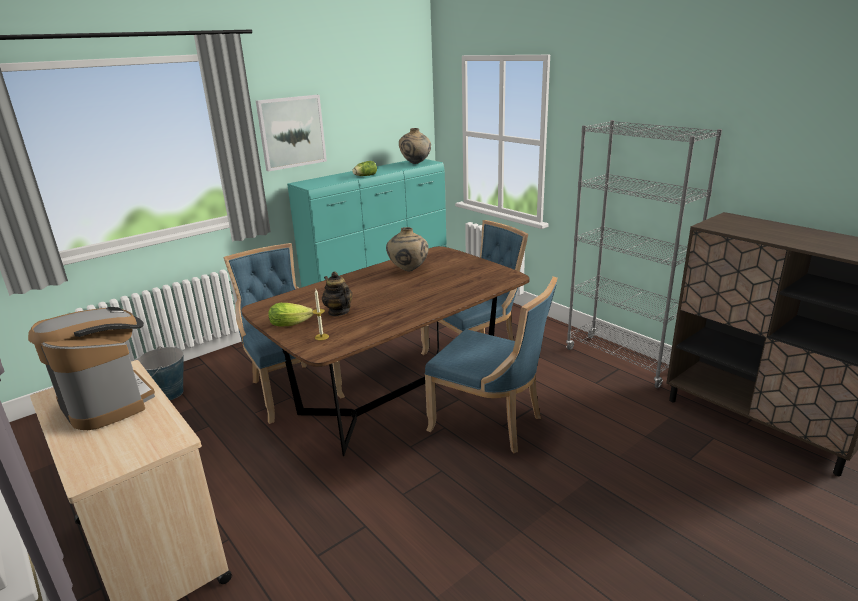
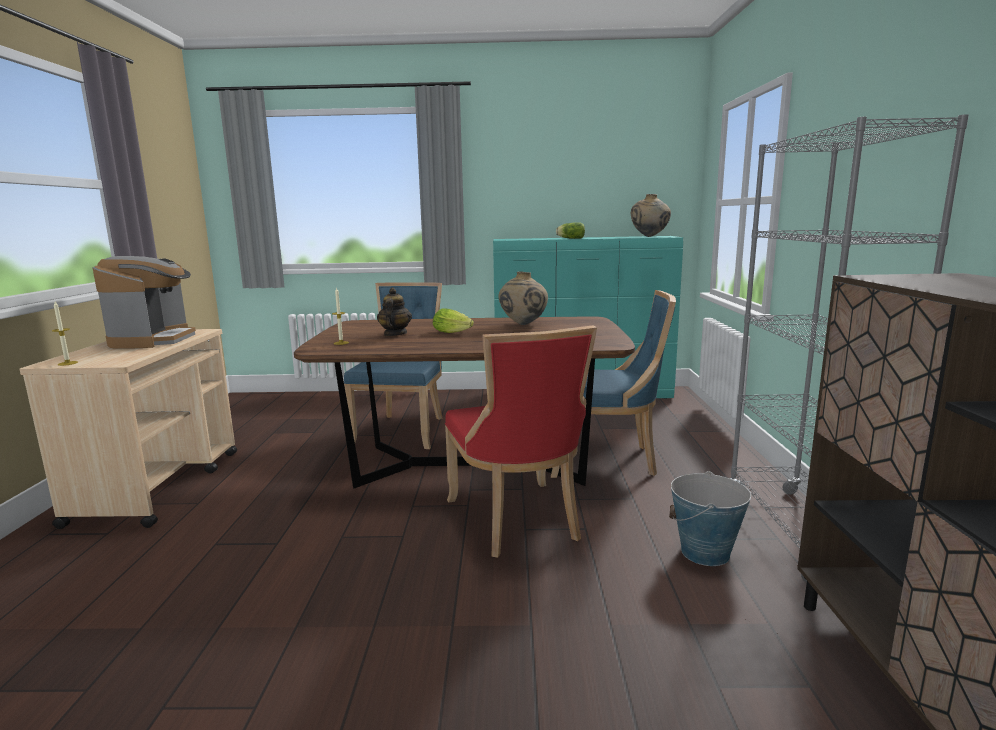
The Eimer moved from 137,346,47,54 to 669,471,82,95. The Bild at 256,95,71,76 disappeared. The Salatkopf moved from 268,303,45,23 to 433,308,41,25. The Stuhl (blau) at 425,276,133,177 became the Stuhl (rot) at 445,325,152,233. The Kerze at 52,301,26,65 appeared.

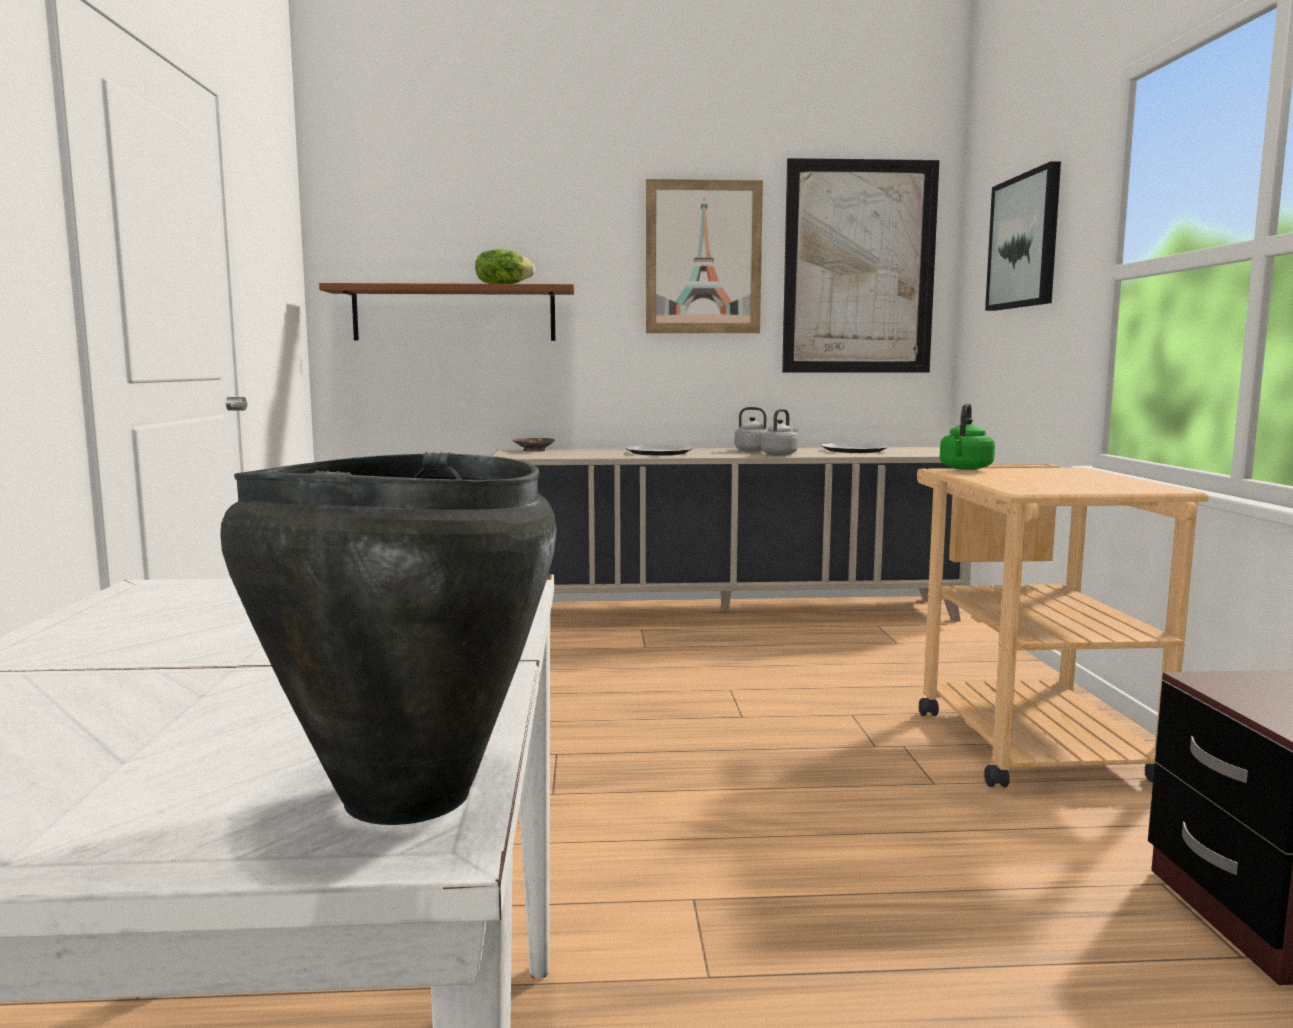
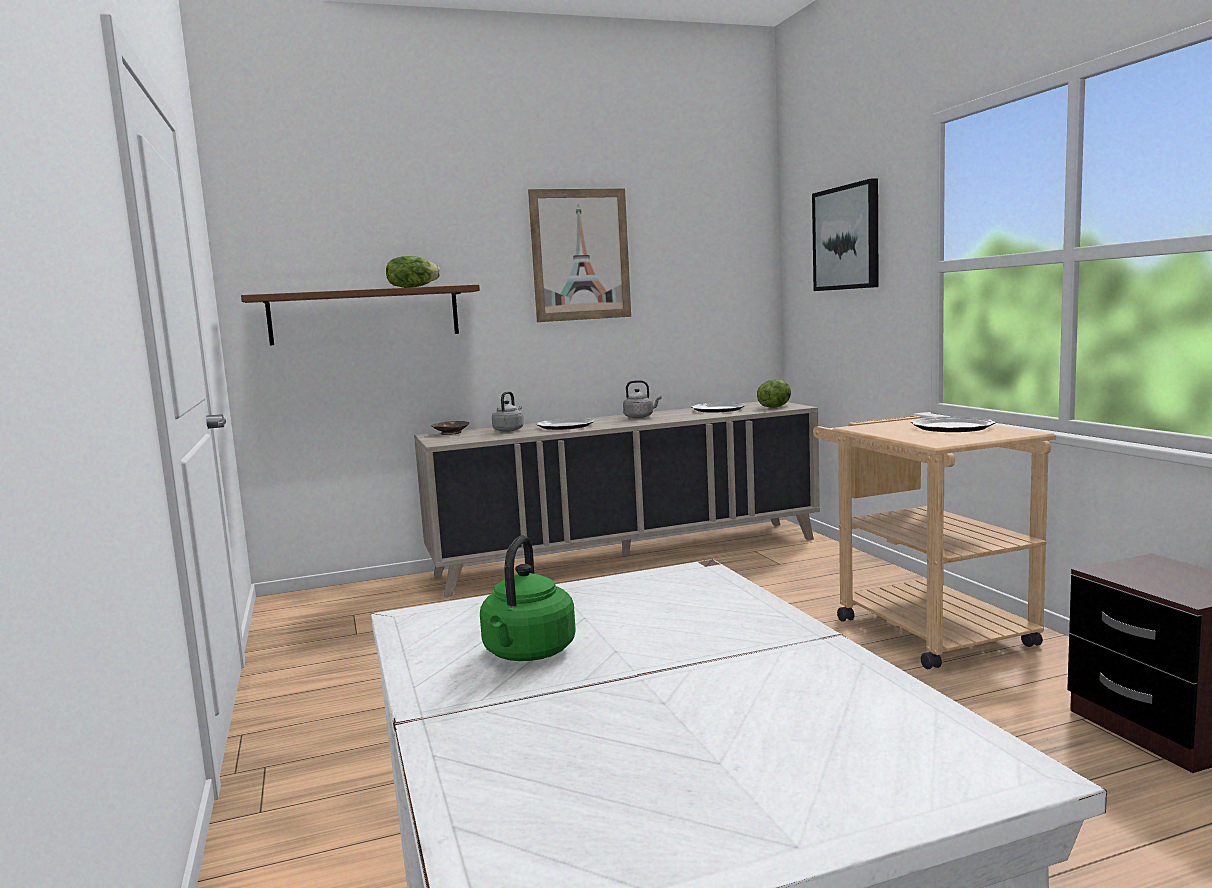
The Kochtopf (schwarz) at 220,452,337,373 disappeared. The Wasserkessel (grau) moved from 761,409,37,47 to 492,391,32,41. The Bild at 782,158,158,215 disappeared. The Wasserkessel (grün) moved from 940,403,55,67 to 480,535,96,126. The Salatkopf at 757,379,34,29 appeared. The Teller at 911,416,85,16 appeared.

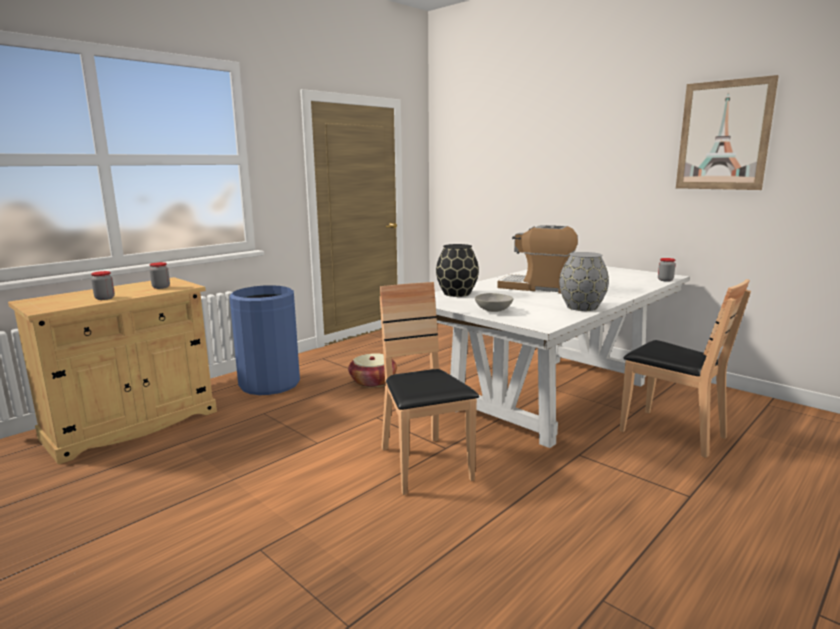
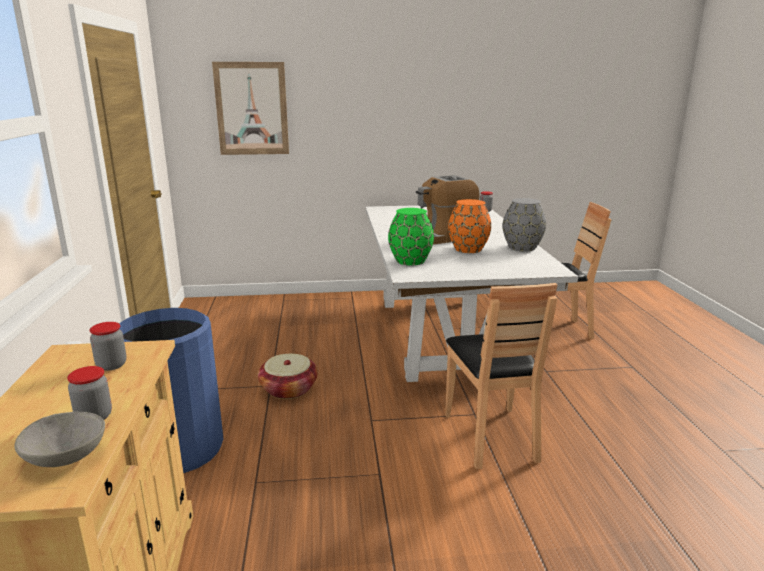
The Stuhl (braun) at 380,282,99,213 turned 120 degrees counterclockwise. The Vase (schwarz) at 436,244,43,53 became the Vase (grün) at 388,208,46,58. The Schüssel (grau) moved from 475,293,38,19 to 14,412,91,55. The Bild moved from 676,75,103,115 to 212,62,77,93. The Vase (orange) at 448,199,43,54 appeared.

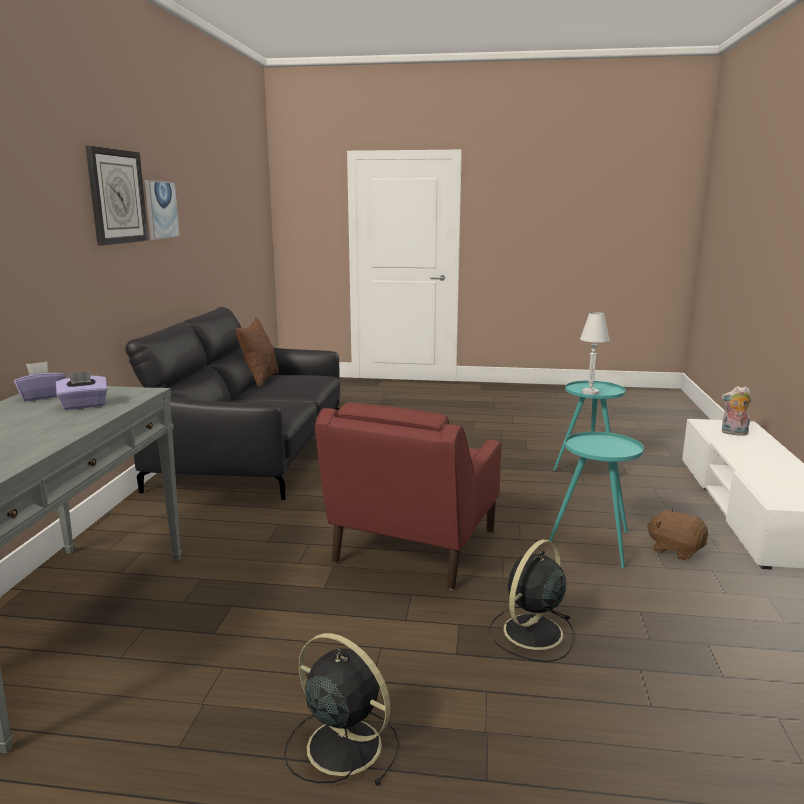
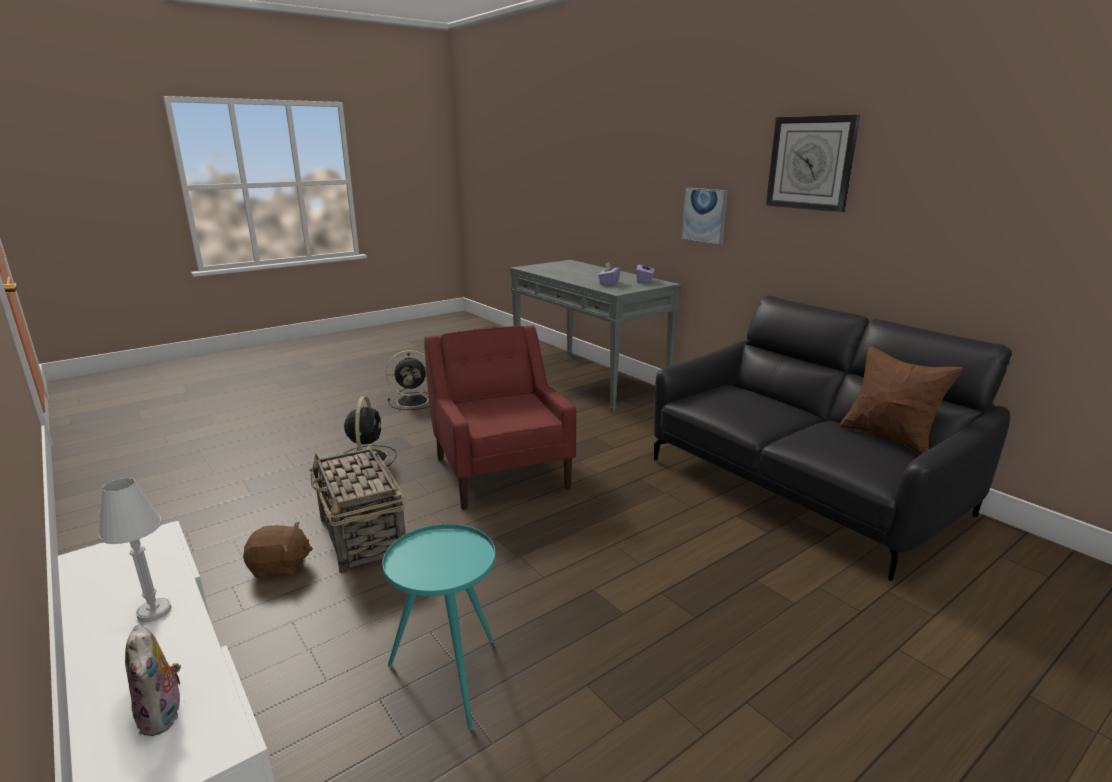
The Bild moved from 145,180,35,60 to 681,187,47,58. The Beistelltisch (türkis) at 549,432,95,136 was replaced by the Korb at 309,448,97,125. The Tischlampe (weiß) moved from 580,312,30,83 to 99,478,72,144. The Plüschtier at 721,386,31,50 turned 90 degrees clockwise.

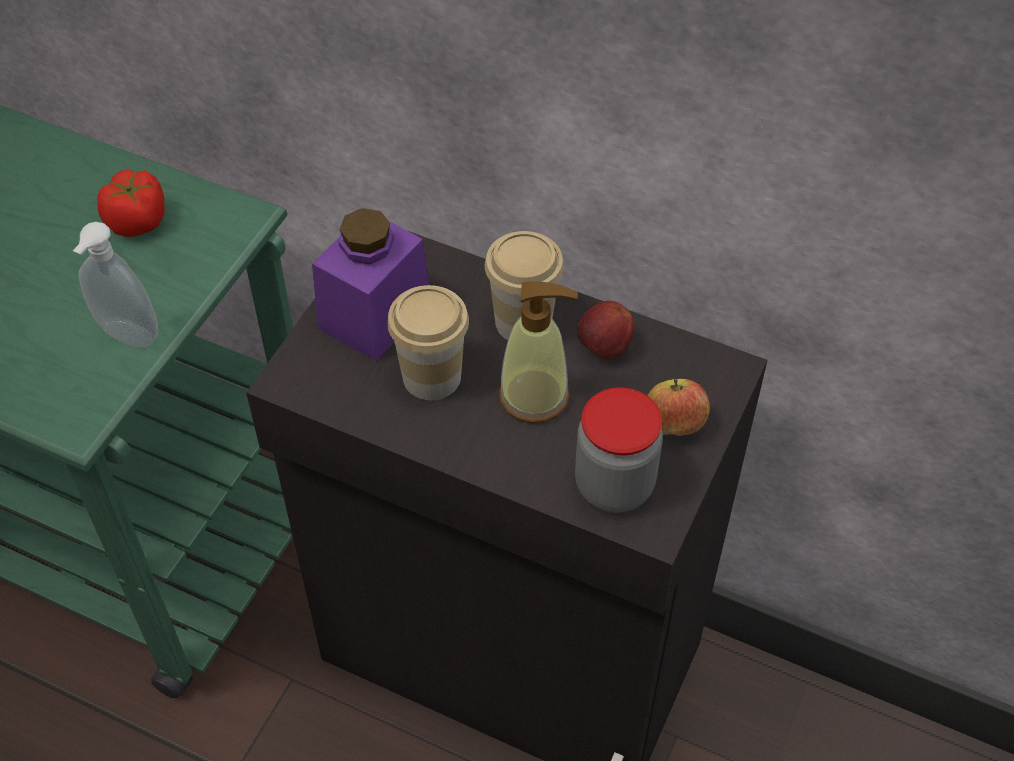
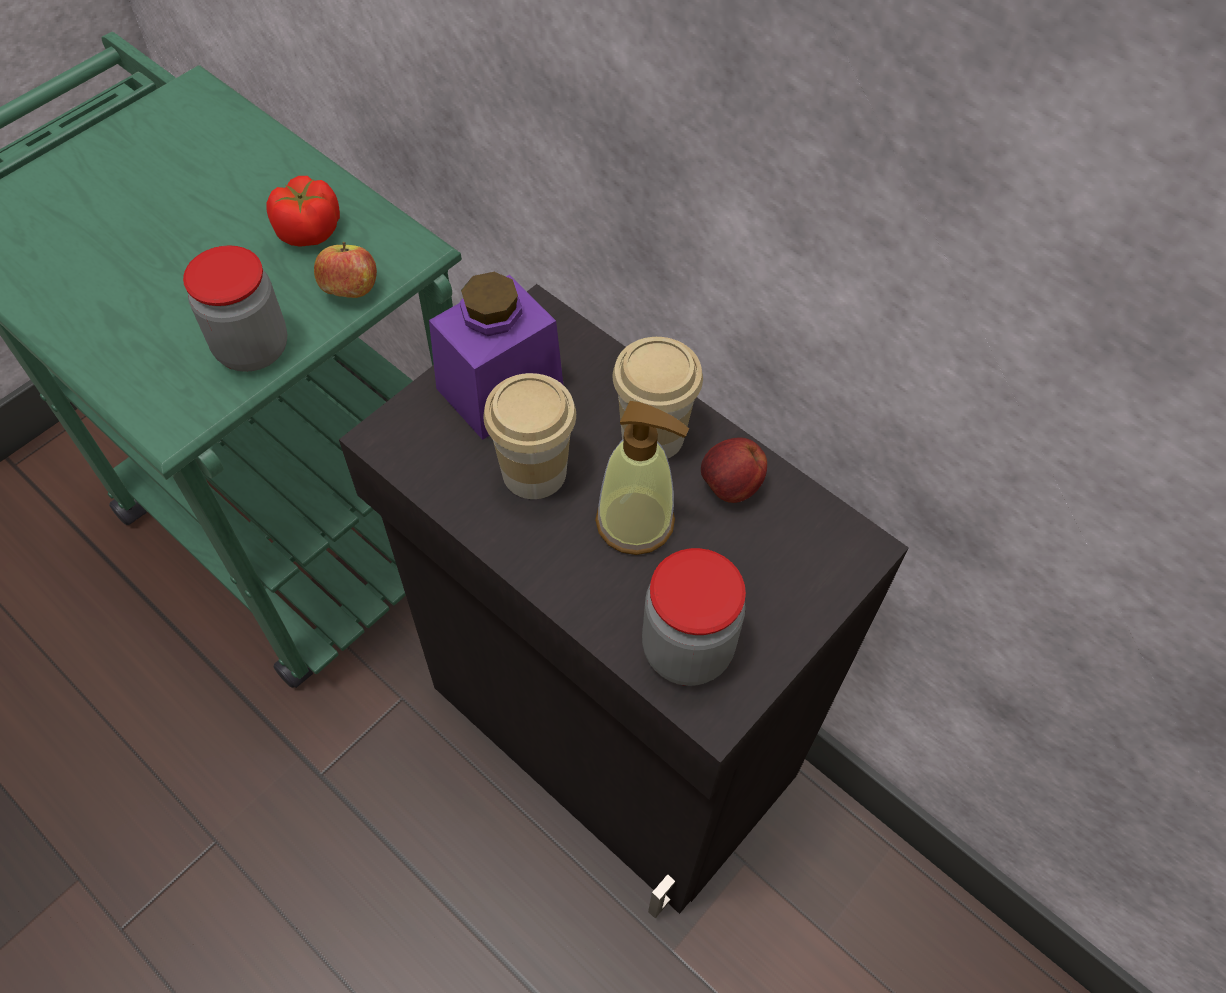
The Seifenspender at 73,222,85,125 was replaced by the Vorratsglas at 183,245,104,127. The Apfel moved from 647,379,63,57 to 314,242,63,56.

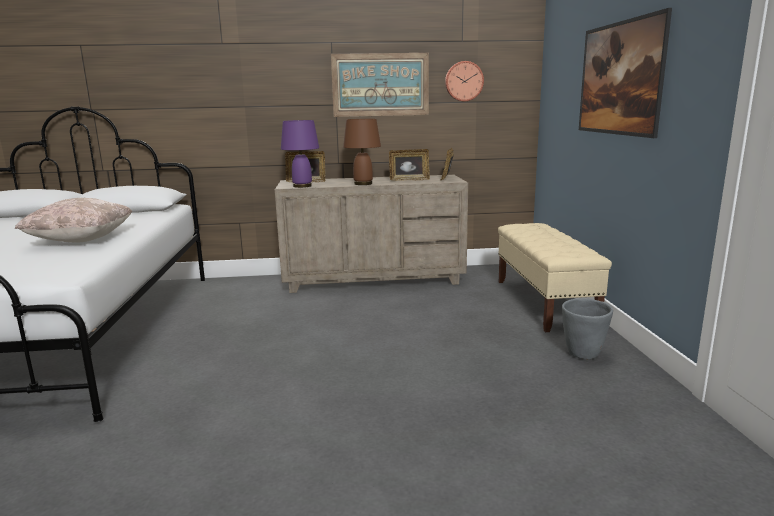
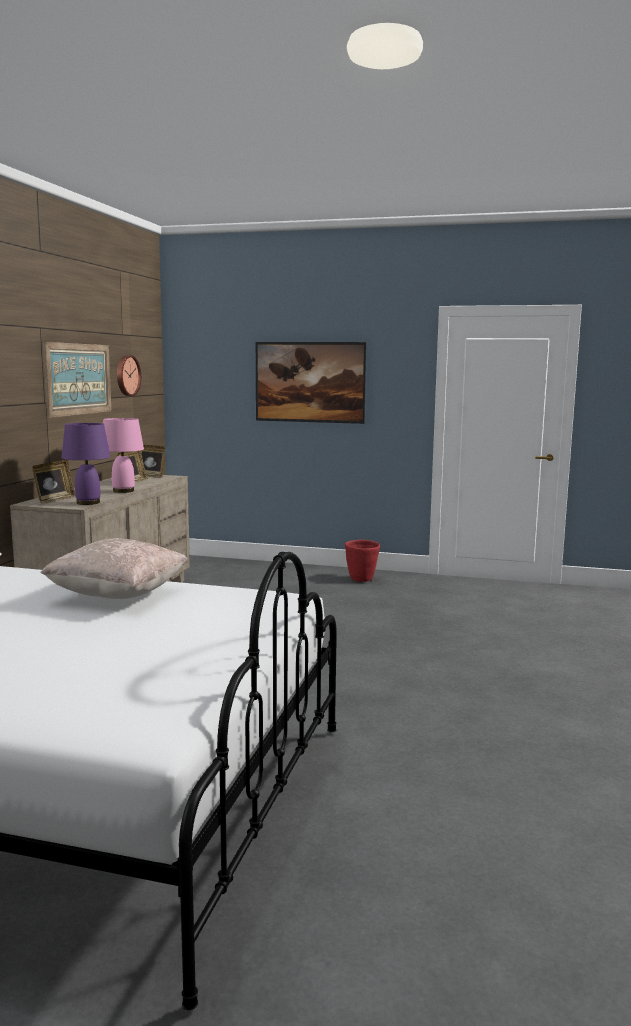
The Tischlampe (braun) at 343,119,38,66 became the Tischlampe (rosa) at 103,418,41,75. The Bank (beige) at 498,223,114,109 disappeared. The Pflanzkübel (grau) at 562,298,51,61 became the Pflanzkübel (rot) at 345,540,35,42.

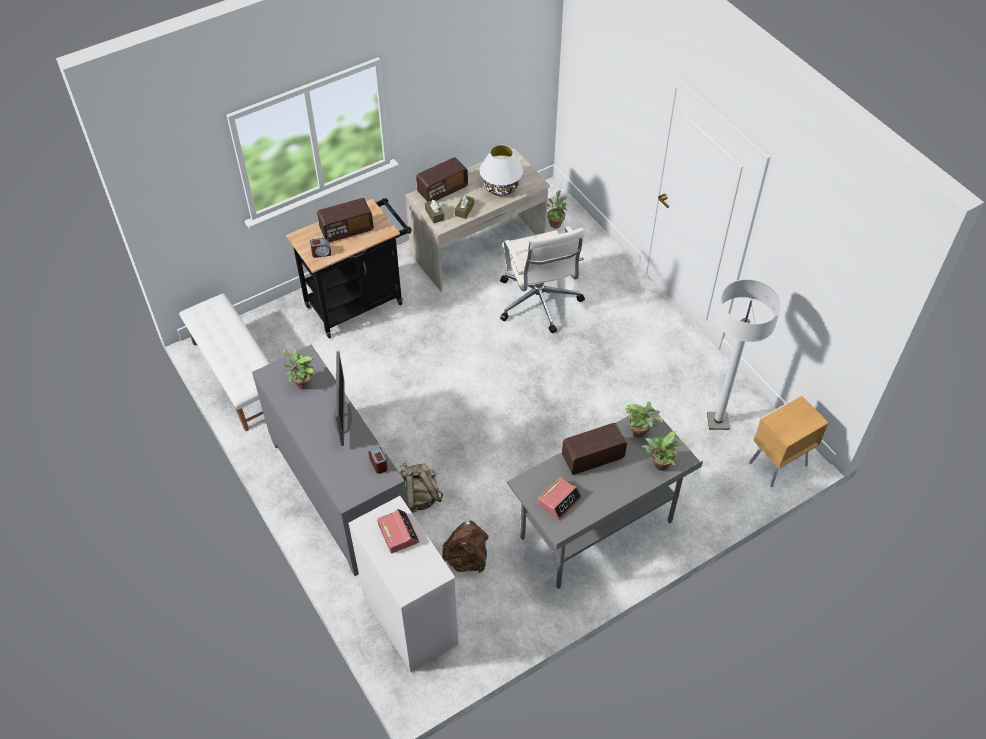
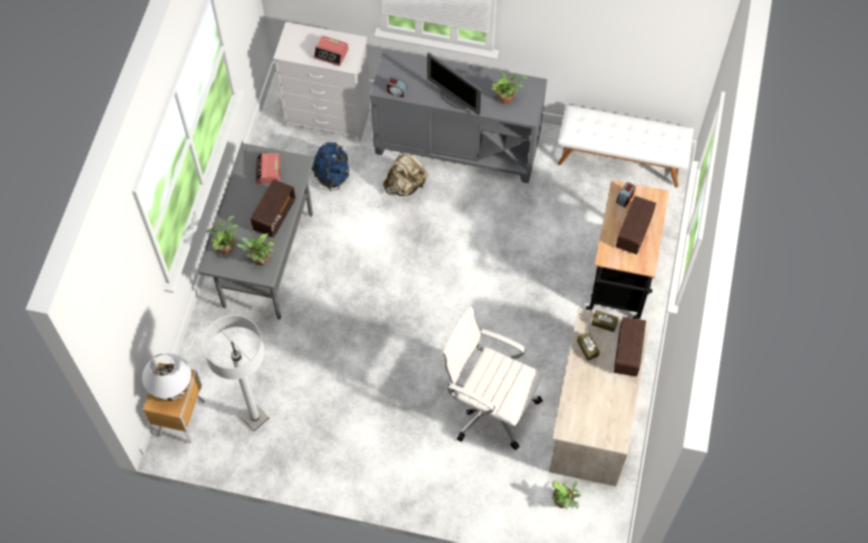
The Rucksack (braun) at 442,520,47,53 became the Rucksack (blau) at 312,142,37,49. The Tischlampe (weiß) moved from 480,145,43,51 to 142,353,49,48.

